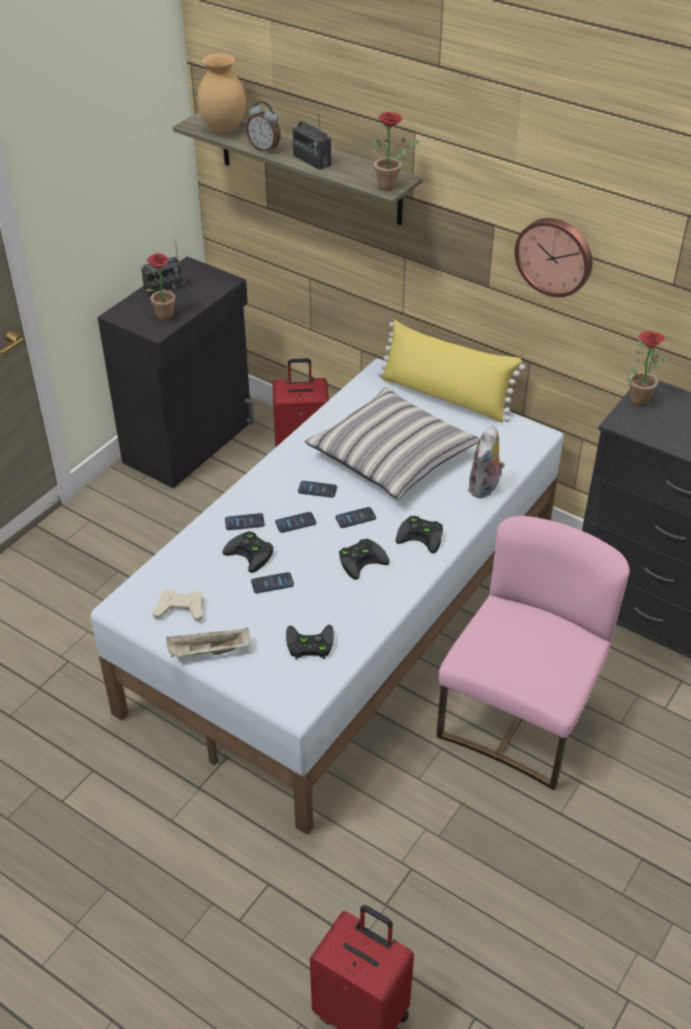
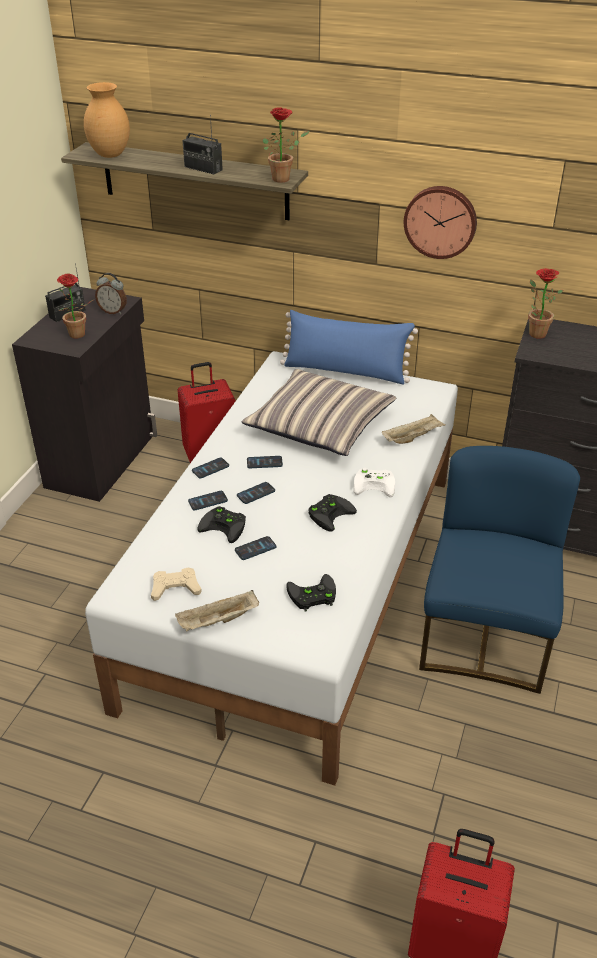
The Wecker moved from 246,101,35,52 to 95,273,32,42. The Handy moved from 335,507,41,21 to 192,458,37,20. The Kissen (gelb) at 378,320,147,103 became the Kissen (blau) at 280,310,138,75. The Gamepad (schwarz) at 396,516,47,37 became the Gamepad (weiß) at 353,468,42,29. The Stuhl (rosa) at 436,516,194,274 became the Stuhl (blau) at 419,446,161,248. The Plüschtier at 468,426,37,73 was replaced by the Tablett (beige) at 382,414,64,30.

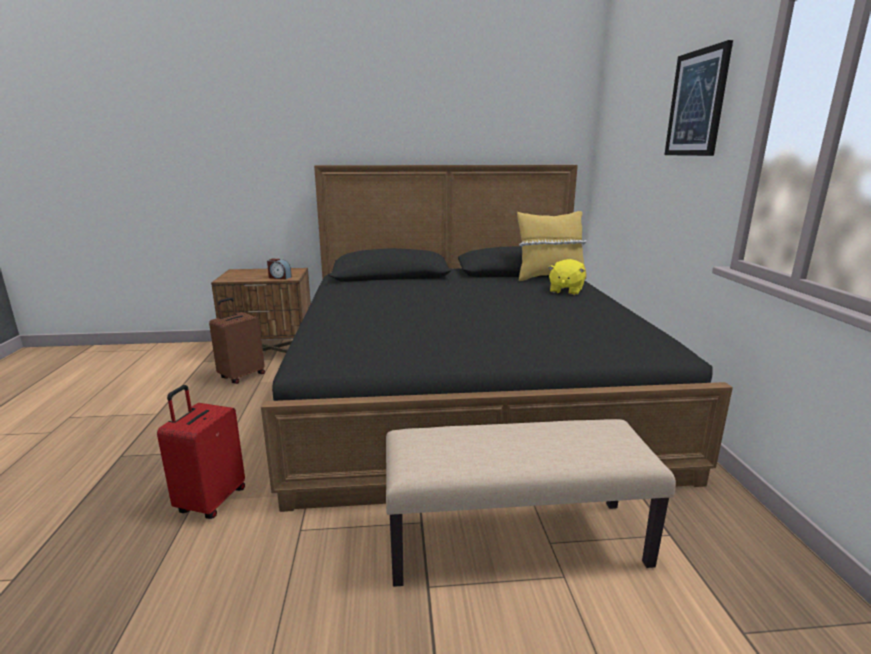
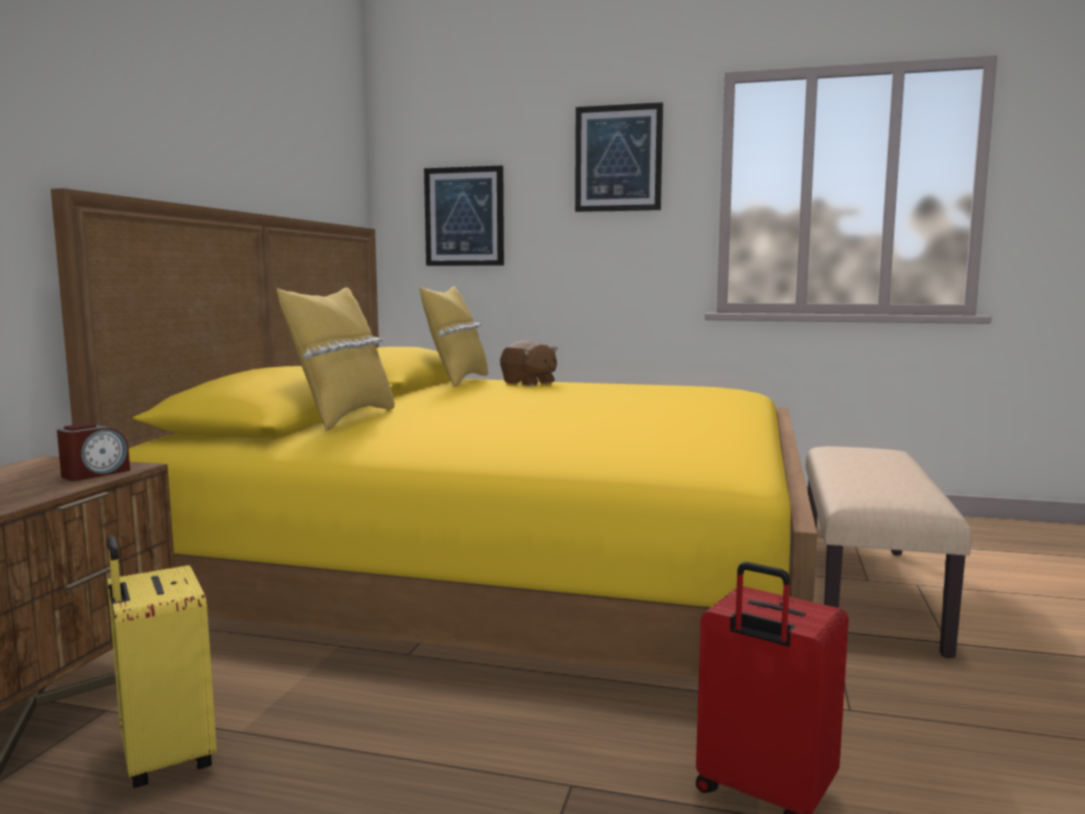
The Koffer (braun) at 209,298,56,86 became the Koffer (gelb) at 107,536,110,252. The Bett (schwarz) at 261,165,472,347 became the Bett (gelb) at 51,188,766,489. The Plüschtier (gelb) at 548,259,38,36 became the Plüschtier (braun) at 500,341,58,45. The Kissen (gelb) at 277,287,118,144 appeared. The Bild at 424,165,80,101 appeared.

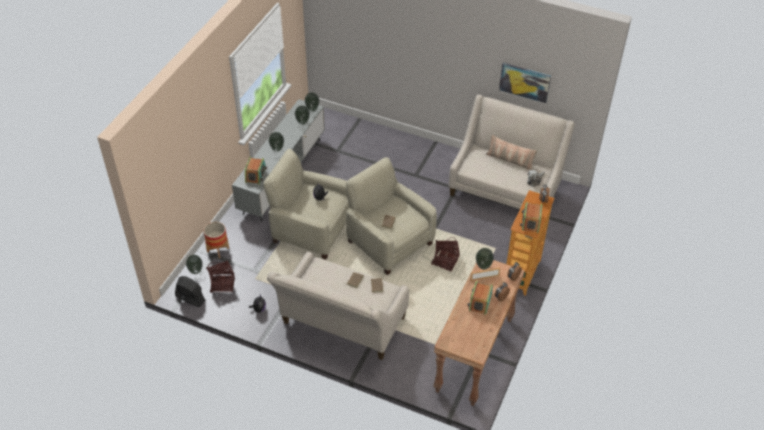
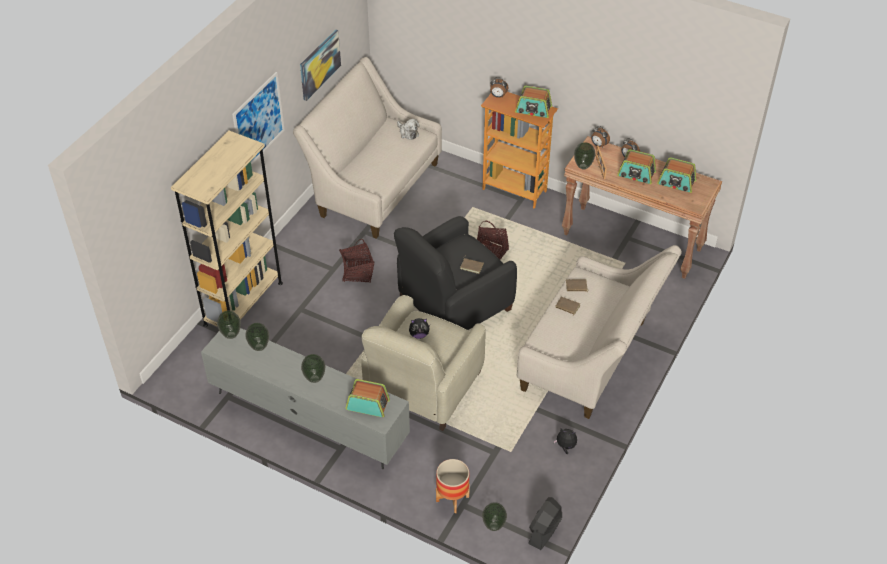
The Korb moved from 206,260,29,33 to 339,239,36,44. The Sessel (beige) at 346,157,91,118 became the Sessel (schwarz) at 394,216,123,114. The Kissen at 486,135,51,35 disappeared. The Bücherregal (beige) at 171,131,112,196 appeared. The Bild at 232,72,52,92 appeared. The Radio at 657,157,39,36 appeared.

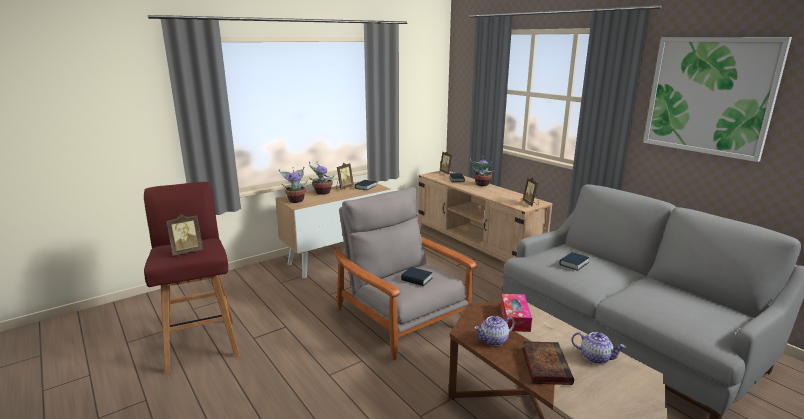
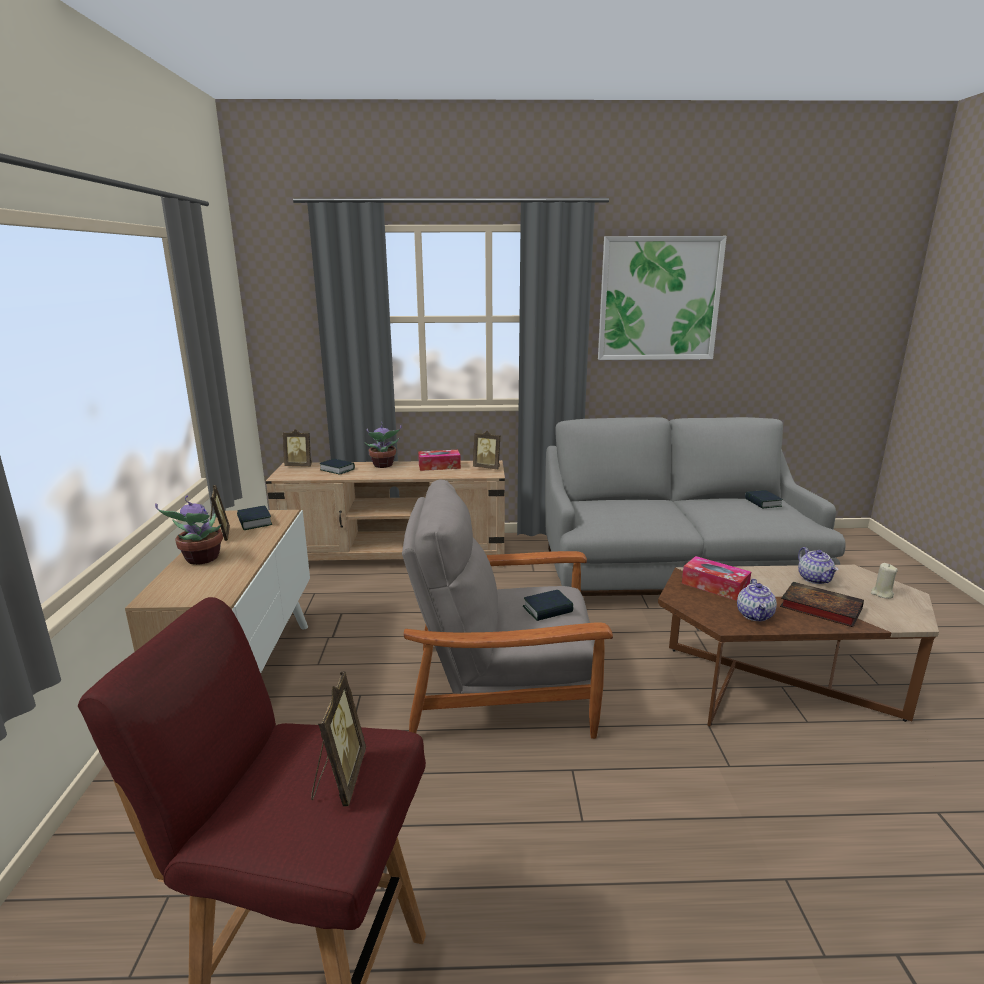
The Topfpflanze at 279,167,29,36 disappeared. The Buch moved from 559,252,30,19 to 745,490,38,19. The Teekanne at 572,332,54,32 turned 105 degrees clockwise. The Taschentuchbox at 418,450,43,21 appeared. The Kerze (beige) at 871,563,27,36 appeared.

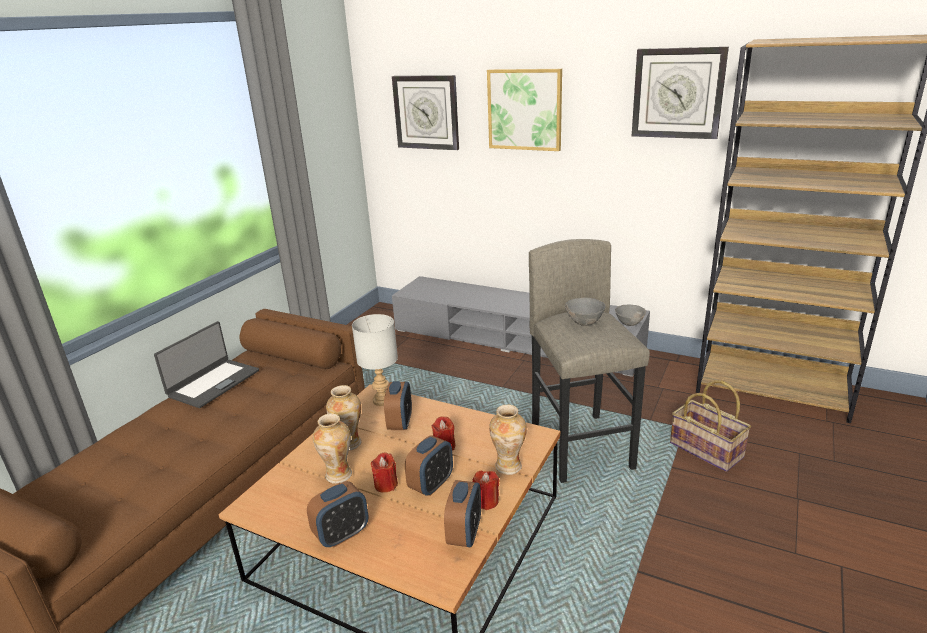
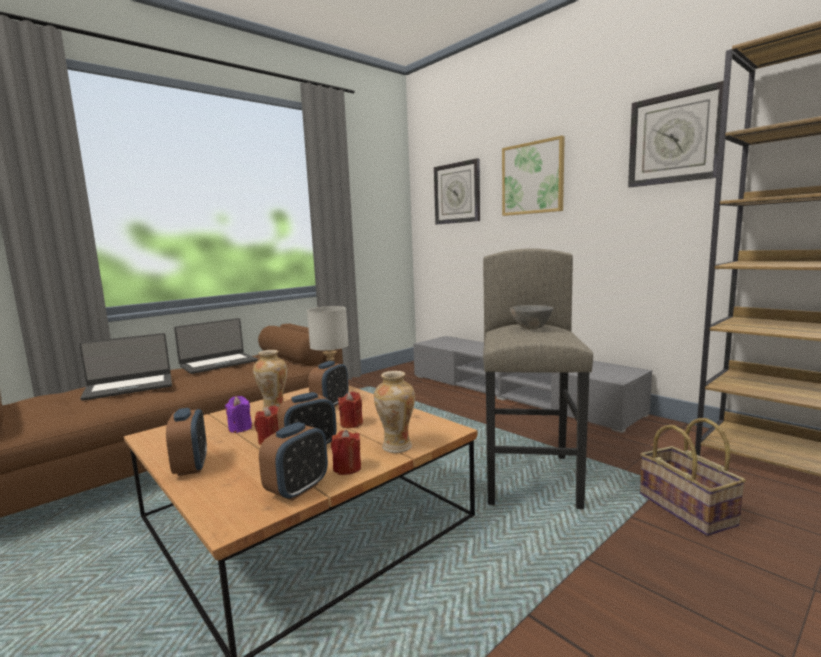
The Wecker at 307,481,61,67 turned 90 degrees counterclockwise. The Vase at 313,413,39,71 was replaced by the Kerze (lila) at 225,396,27,37. The Schüssel (grau) at 615,305,31,21 disappeared. The Laptop at 79,333,93,68 appeared.

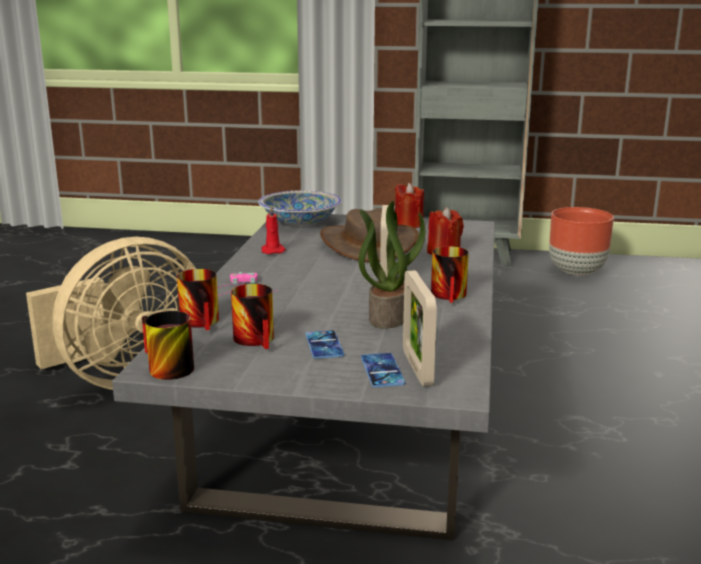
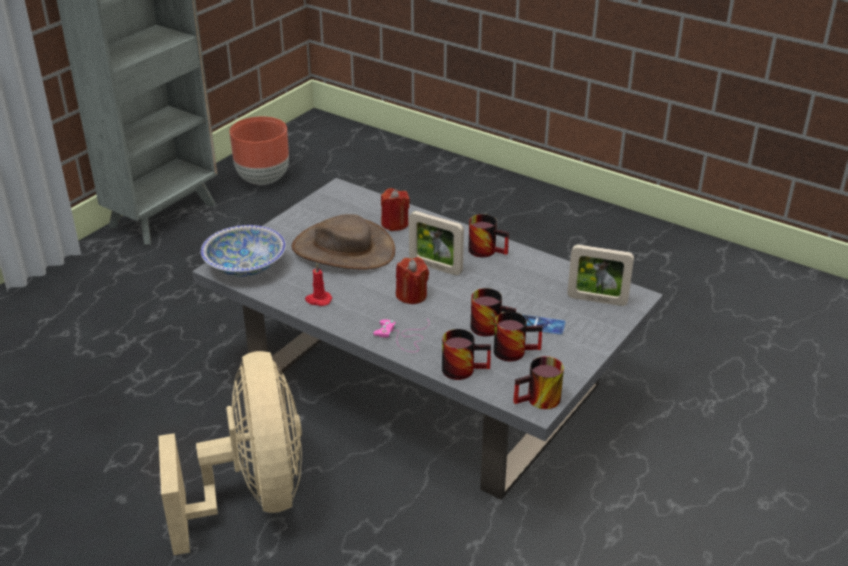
The Topfpflanze at 358,201,67,127 disappeared. The Handy at 361,353,44,34 disappeared. The Kerze (rot) moved from 395,183,29,45 to 396,257,33,47. The Henkelbecher at 470,288,46,49 appeared.

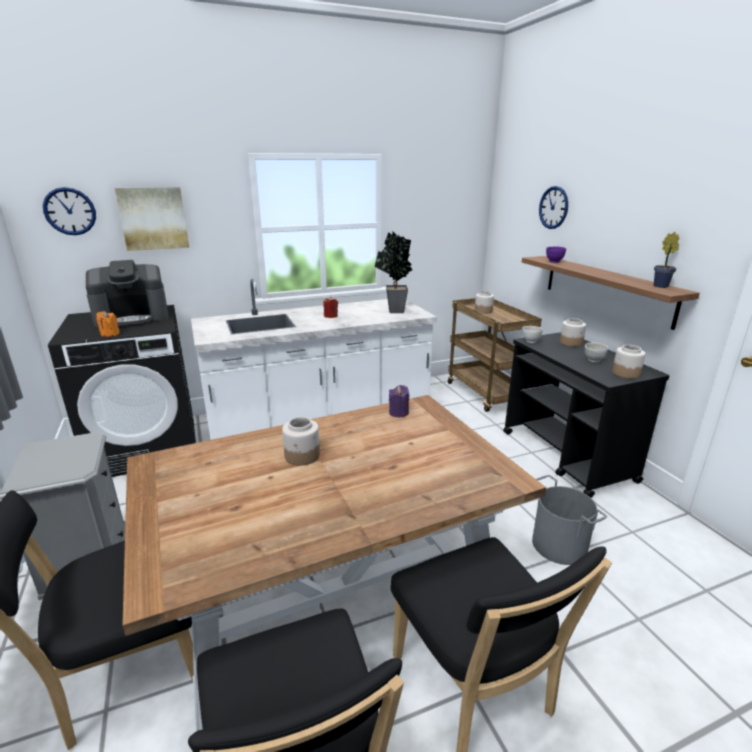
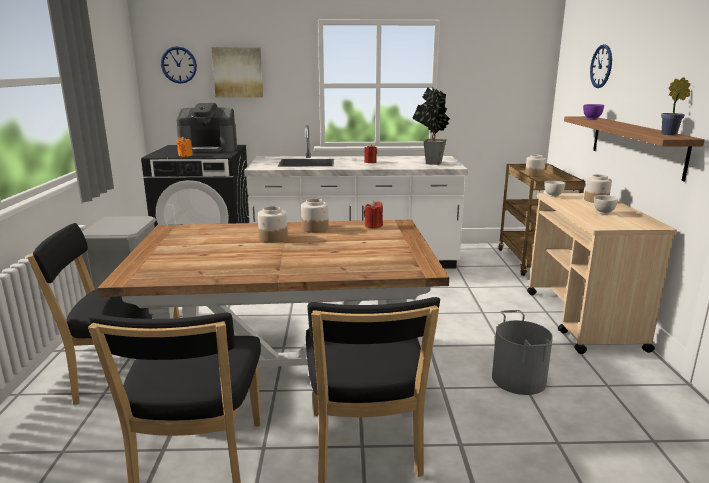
The Kerze (lila) at 389,385,20,32 became the Kerze (rot) at 364,201,19,28. The Rollwagen (schwarz) at 503,332,167,166 became the Rollwagen (beige) at 527,193,150,161. The Vorratsglas moved from 612,345,34,34 to 301,198,28,35.

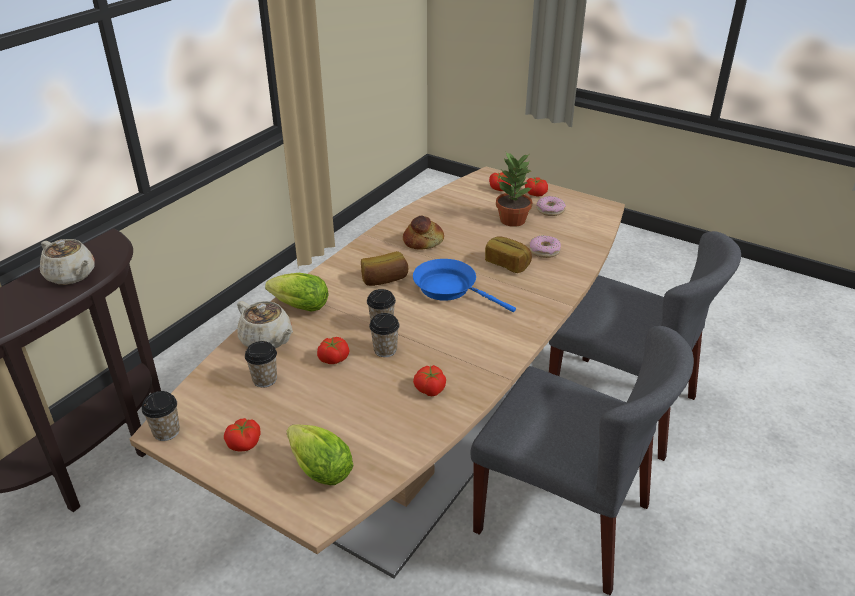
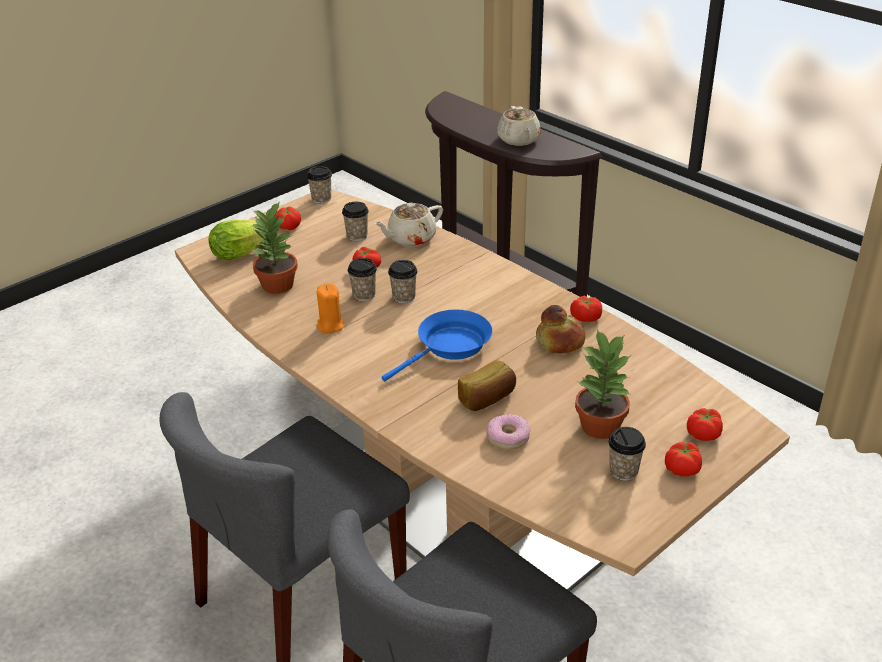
The Teekanne (beige) at 40,239,55,46 turned 60 degrees counterclockwise. The Salatkopf at 265,273,64,38 disappeared. The Brot at 361,251,47,35 disappeared. The Tomate moved from 413,365,33,31 to 570,296,32,26. The Donut at 536,196,30,20 was replaced by the Tasse at 608,427,38,54. The Topfpflanze at 250,201,48,93 appeared. The Kerze (orange) at 316,283,28,51 appeared.

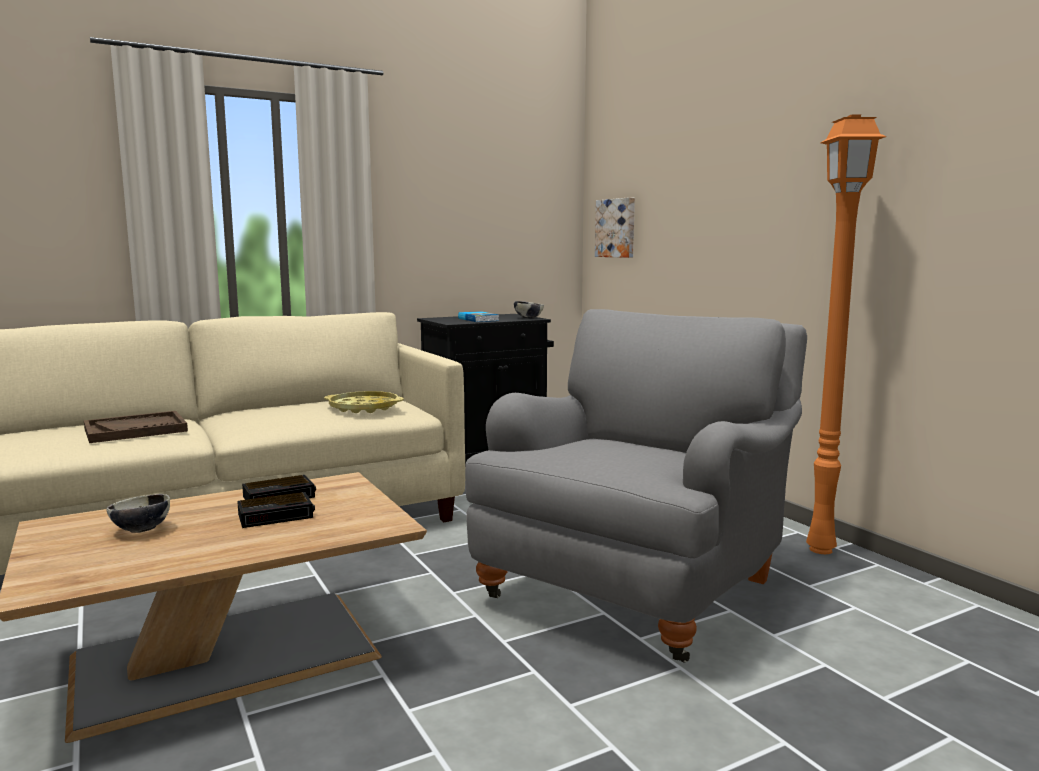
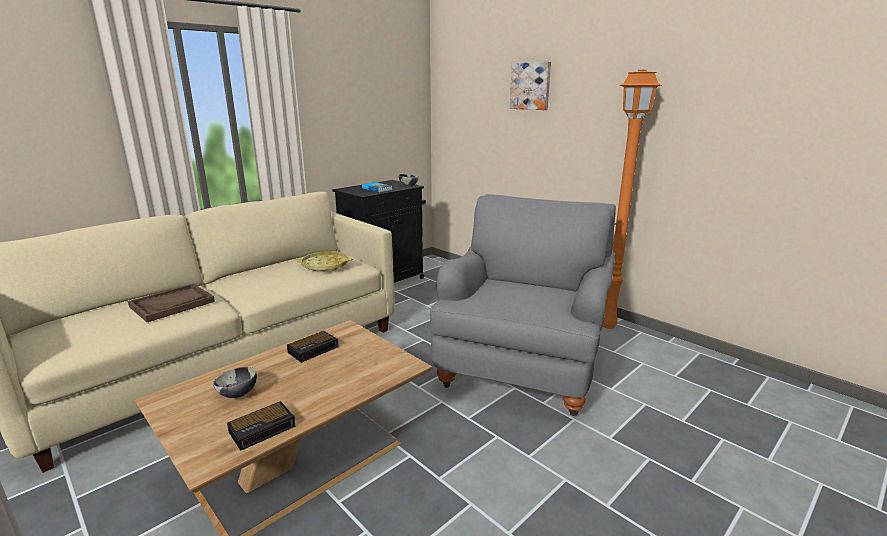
The Wecker moved from 237,492,78,36 to 227,401,69,50. The Bild moved from 595,197,40,61 to 510,62,41,48.

